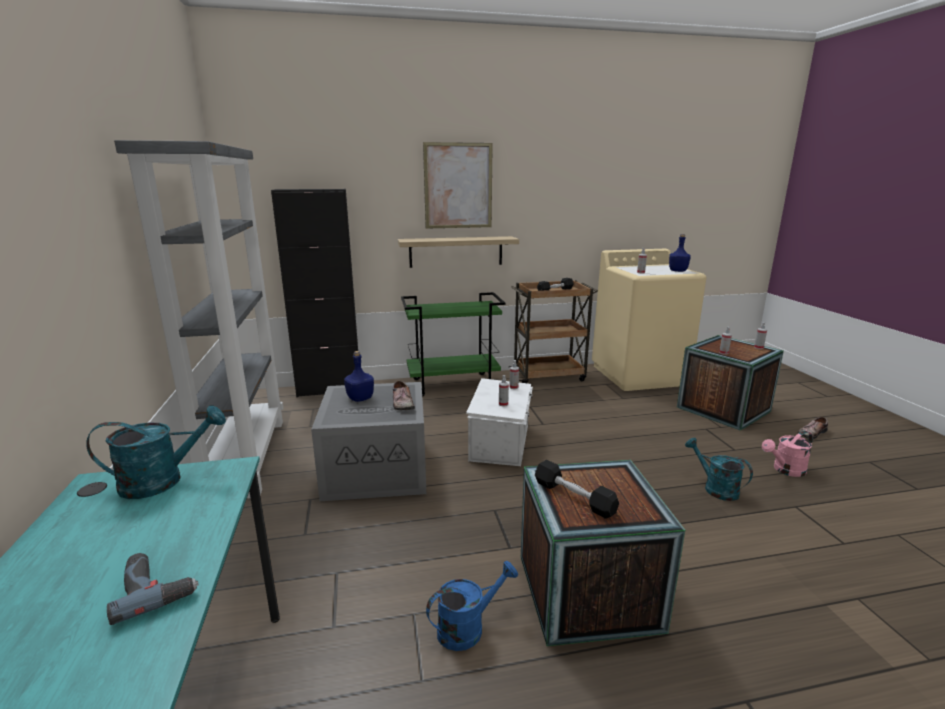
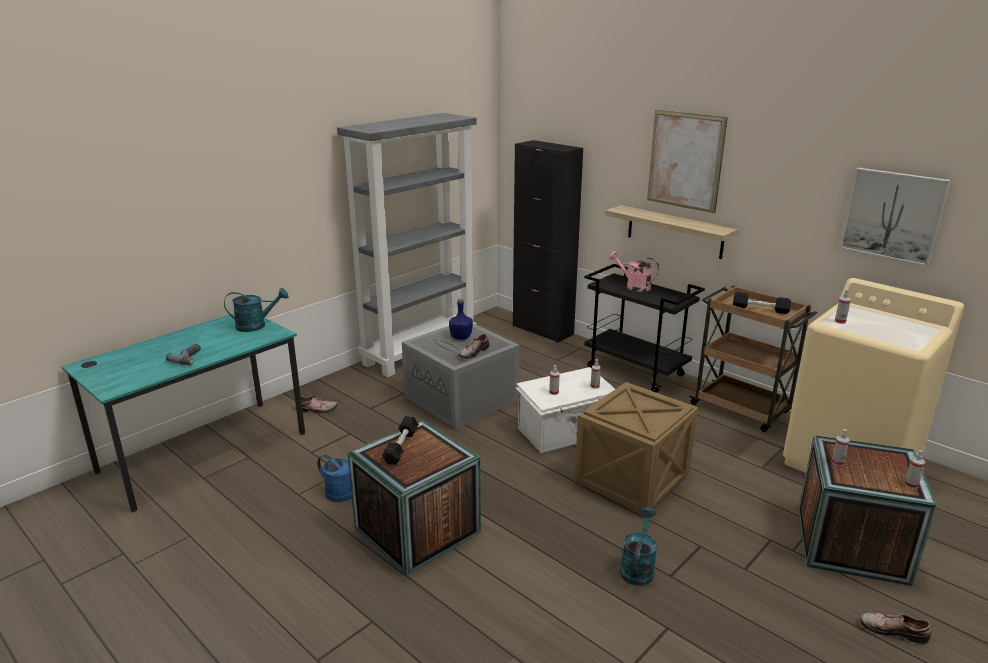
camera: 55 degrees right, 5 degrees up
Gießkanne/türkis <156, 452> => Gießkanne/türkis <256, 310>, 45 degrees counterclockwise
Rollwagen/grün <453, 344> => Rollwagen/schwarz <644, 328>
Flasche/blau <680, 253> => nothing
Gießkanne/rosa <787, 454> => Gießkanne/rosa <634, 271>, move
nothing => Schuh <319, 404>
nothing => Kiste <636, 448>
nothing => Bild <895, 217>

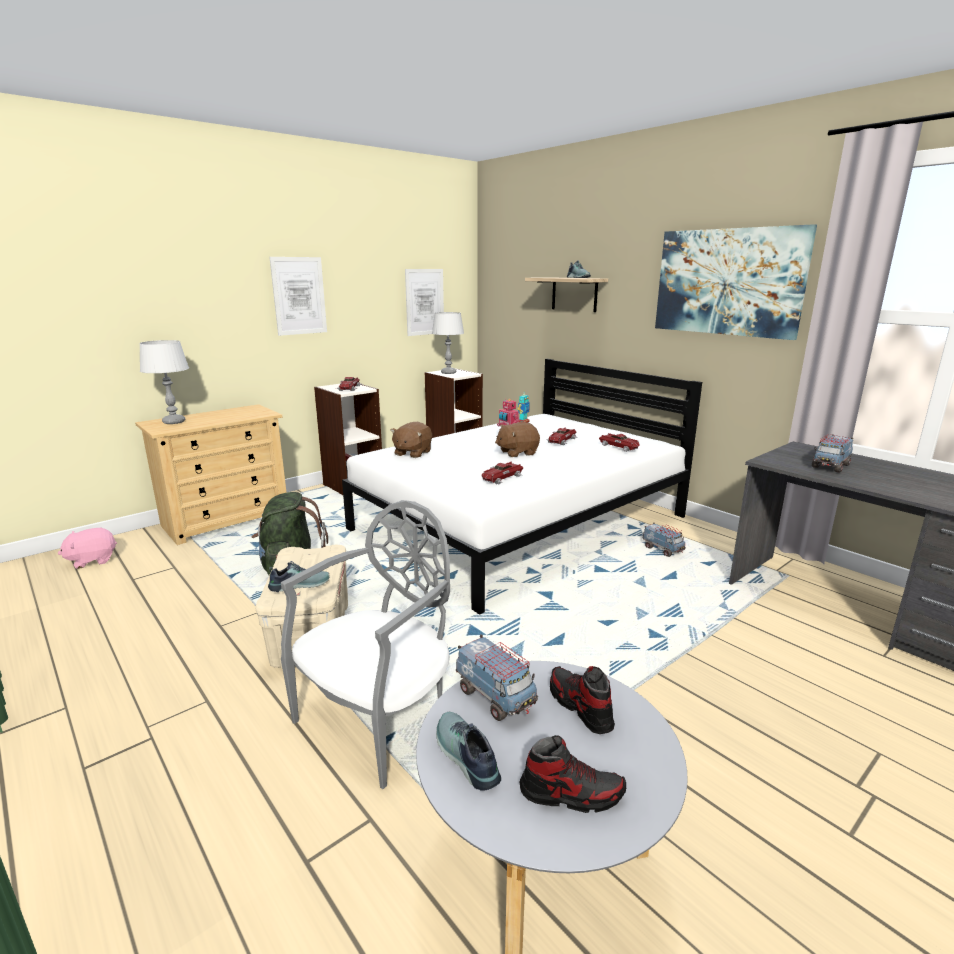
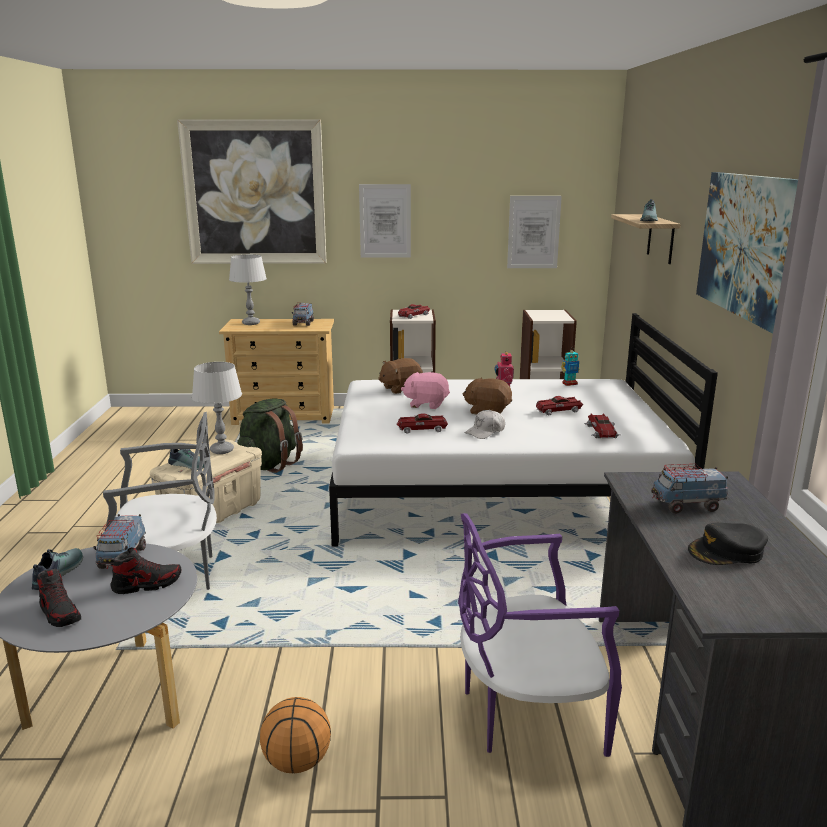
camera: 40 degrees right, 0 degrees up
Plüschtier/rosa <87, 548> => Plüschtier/rosa <425, 390>, move
Tischlampe/grau <448, 343> => Tischlampe/grau <217, 408>, move
Schuh <582, 700> => Schuh <146, 570>, 60 degrees clockwise
Spielzeuglaster <664, 540> => Spielzeuglaster <303, 314>, move
nothing => Bild <252, 191>
nothing => Basketball <295, 735>
nothing => Stuhl/lila <540, 635>
nothing => Kappe/weiß <484, 424>
nothing => Kappe/schwarz <728, 544>

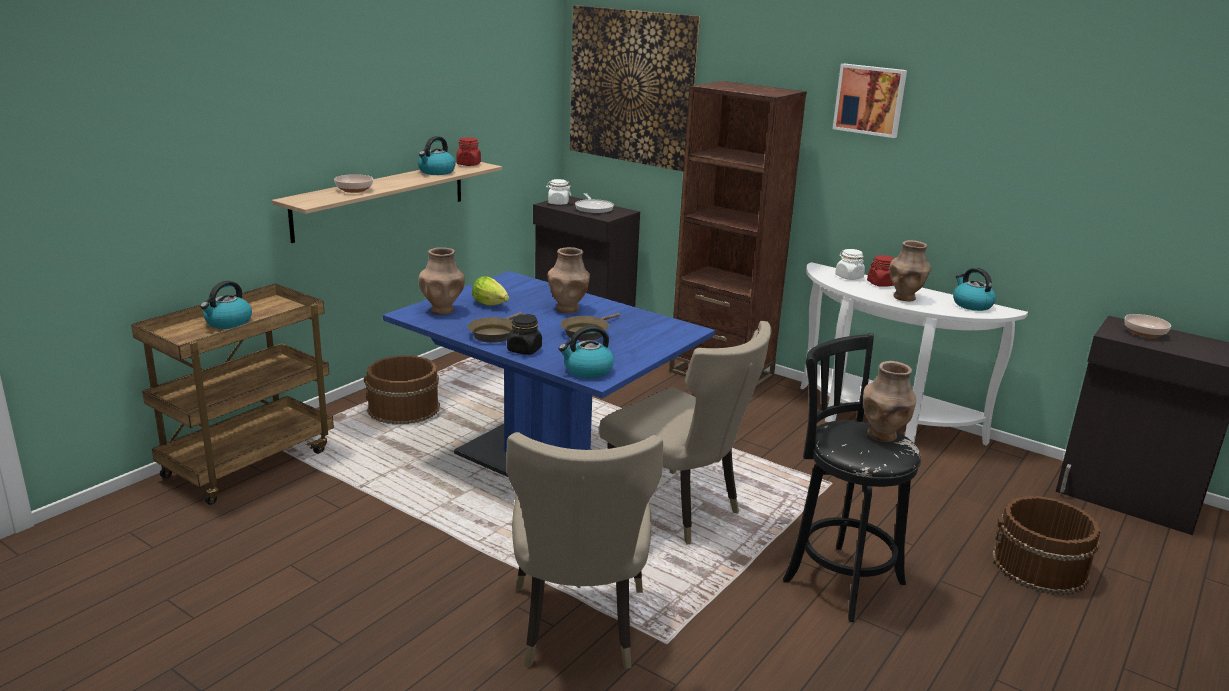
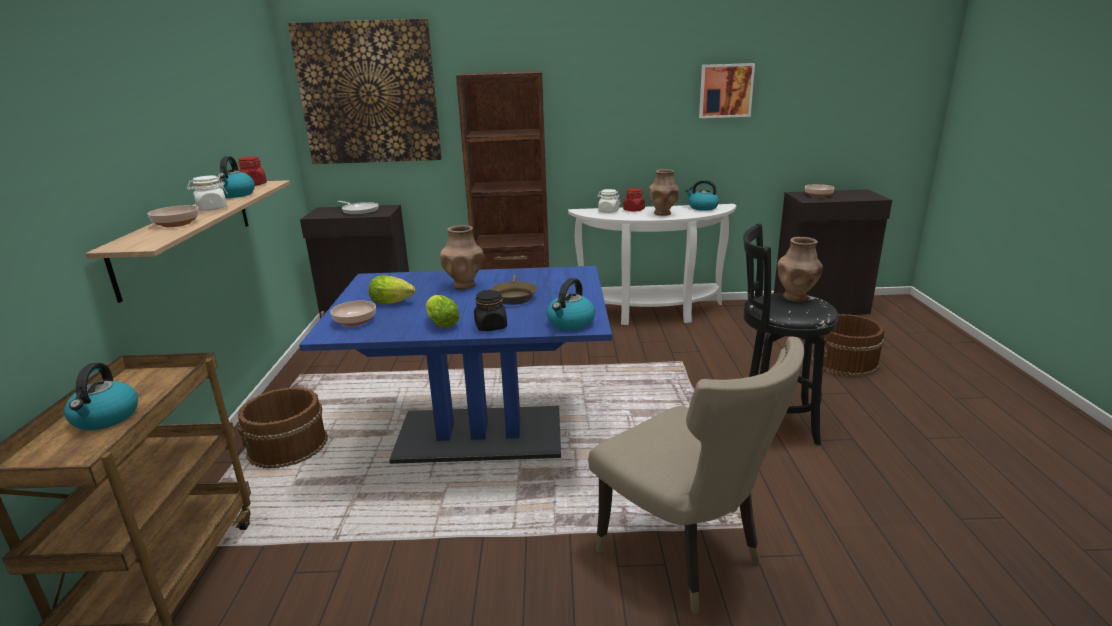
camera: 35 degrees left, 0 degrees up
Vase/braun <442, 281> => Schüssel <353, 313>
Pfanne/braun <495, 327> => Salatkopf <443, 311>
Vorratsglas/weiß <558, 192> => Vorratsglas/weiß <207, 193>, move
Stuhl/beige <685, 433> => nothing
Bild <870, 101> => Bild <727, 90>, move

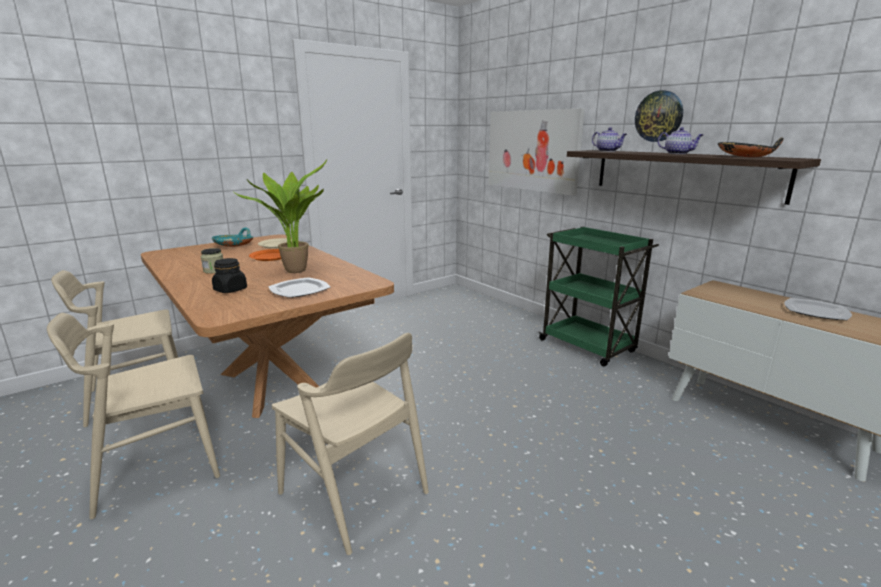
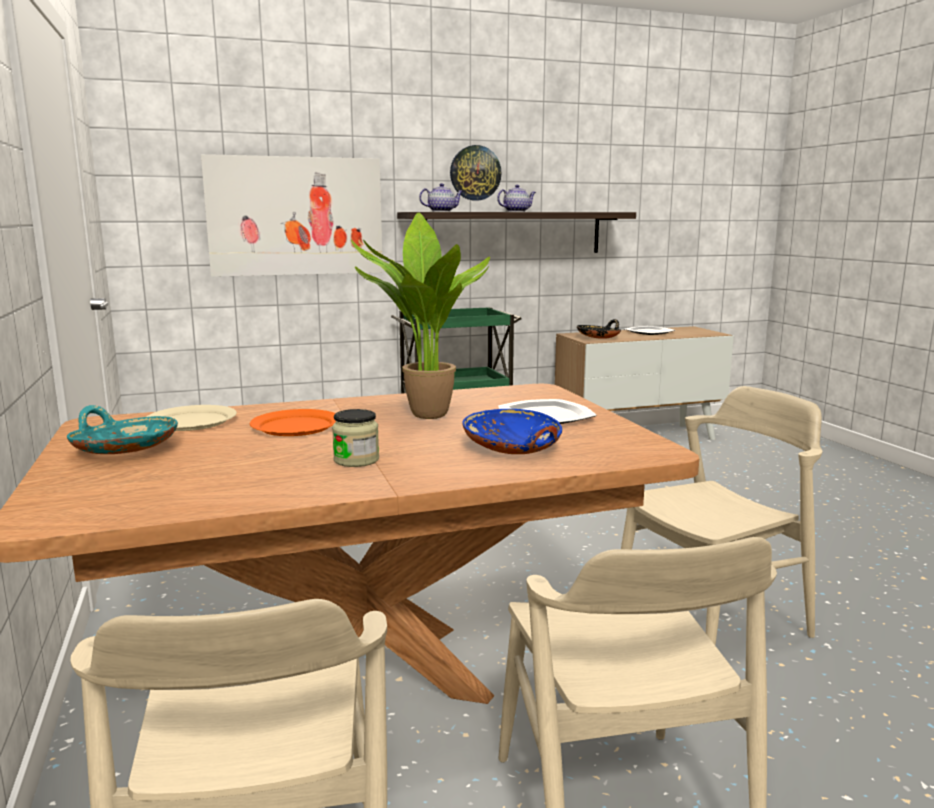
camera: 70 degrees left, 5 degrees down
Vorratsglas/schwarz <229, 275> => Schüssel/blau <512, 431>
Schüssel/schwarz <750, 147> => Schüssel/schwarz <599, 329>, move

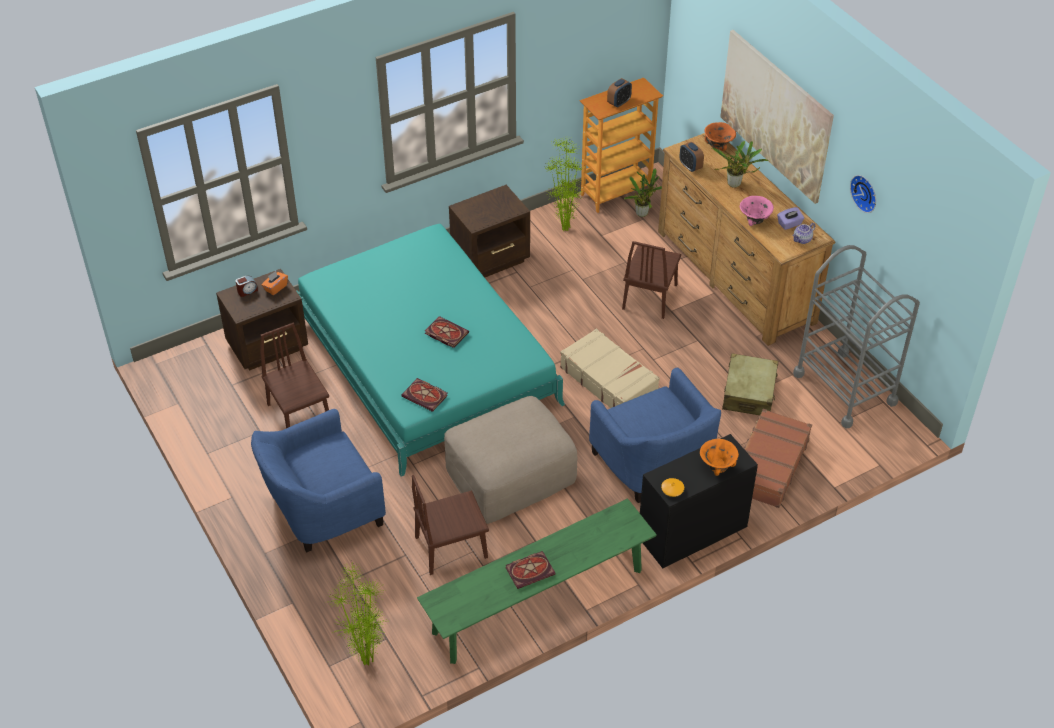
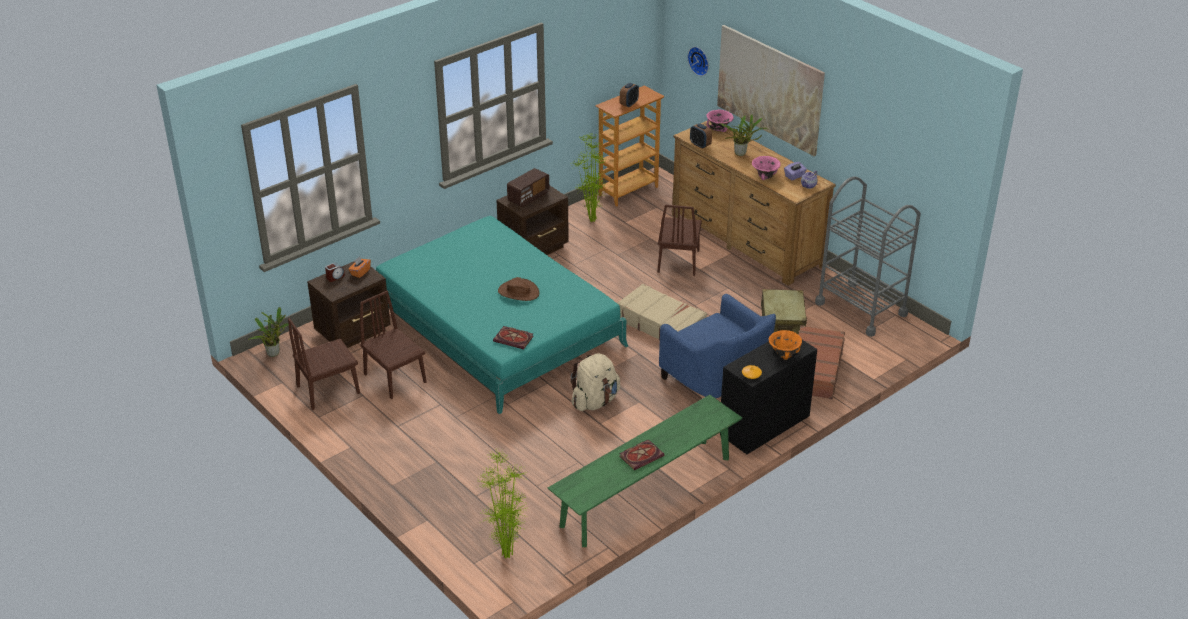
camera: 10 degrees left, 10 degrees down
Sessel/blau <318, 480> => nothing
Stuhl/braun <450, 525> => Stuhl/braun <324, 364>, move
Buch <447, 332> => Hut/braun <518, 289>
Polsterhocker/beige <510, 460> => Rucksack/beige <595, 382>
Topfpflanze <643, 192> => Topfpflanze <268, 332>, move
Schüssel/orange <720, 136> => Schüssel/rosa <720, 121>
Wanduhr <863, 194> => Wanduhr <698, 61>, move
nothing => Radio <528, 187>

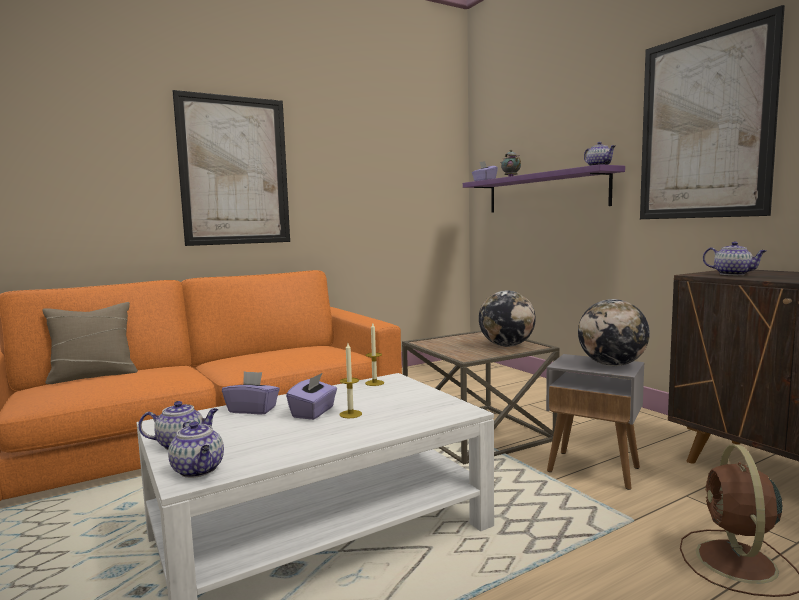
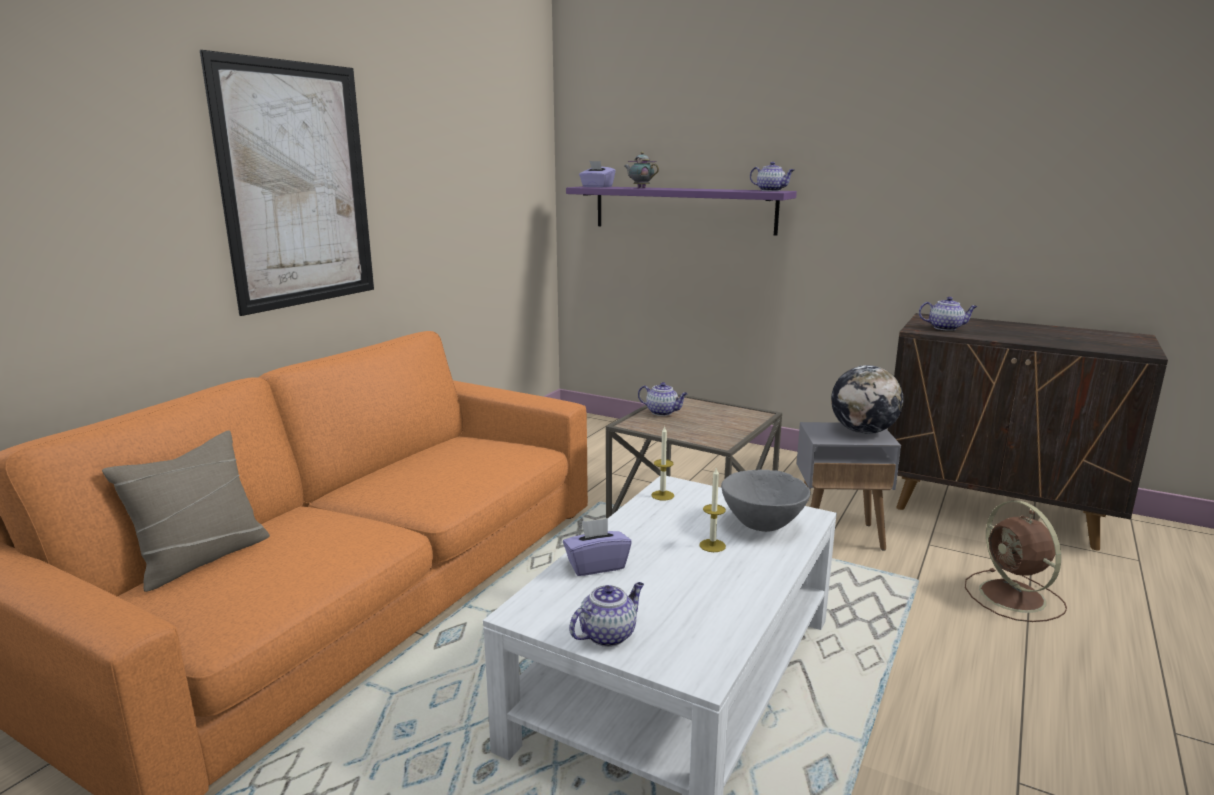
camera: 30 degrees left, 10 degrees up
Teekanne <196, 449> => Teekanne <663, 399>, move
Taschentuchbox/lila <311, 396> => nothing
Globus <507, 318> => nothing
Bild <712, 112> => nothing
nothing => Schüssel/grau <766, 501>

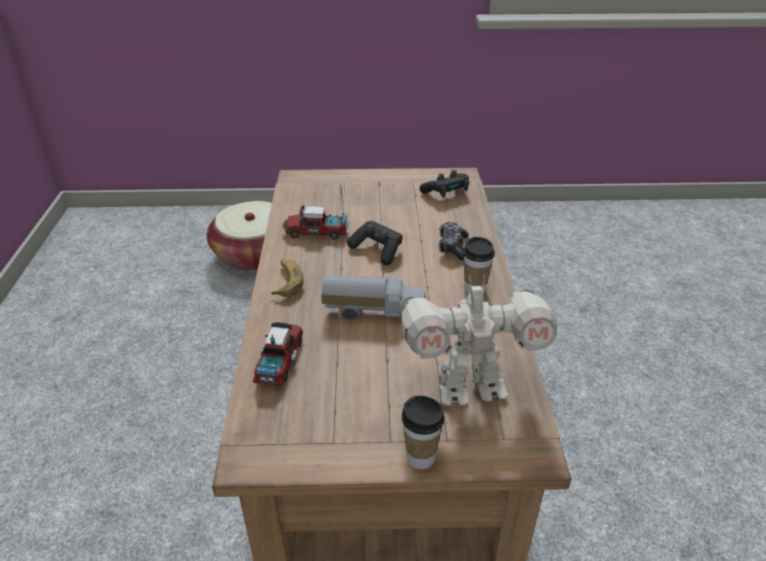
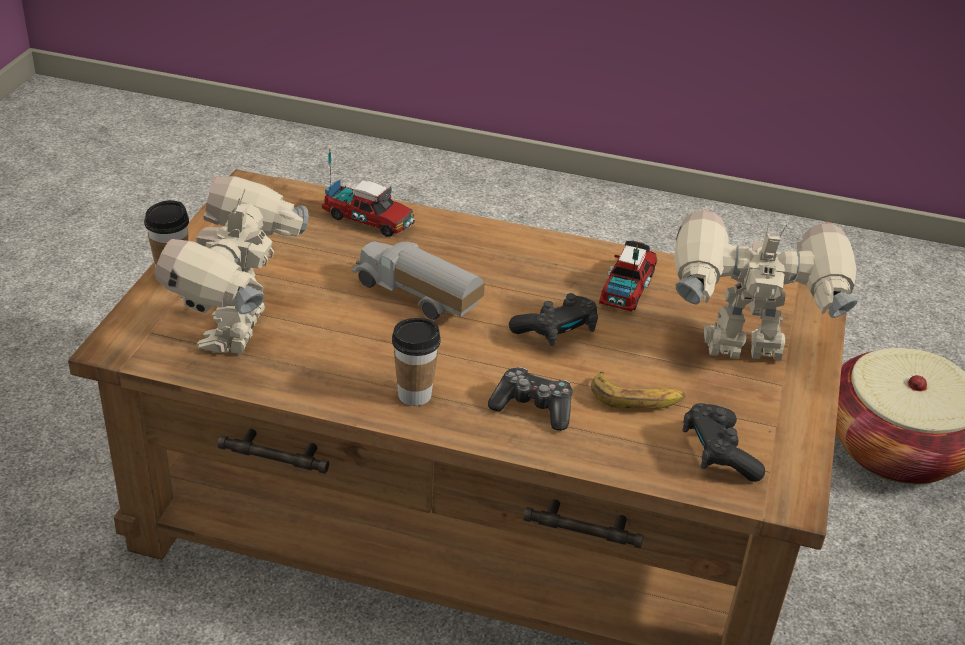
camera: 105 degrees right, 0 degrees up
Banane <287, 278> => Banane <638, 390>, move
Spielzeuglaster <373, 297> => Spielzeuglaster <418, 280>, 105 degrees clockwise
nothing => Spielzeugroboter <765, 285>

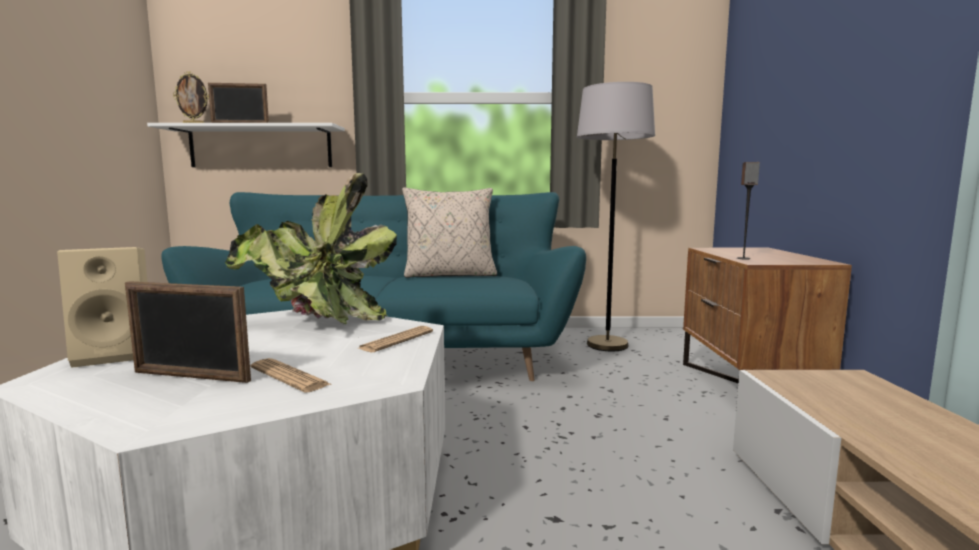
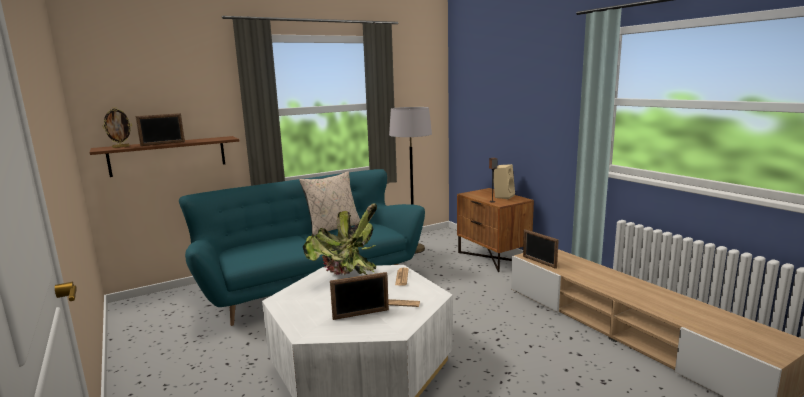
camera: 30 degrees left, 5 degrees up
Lautsprecher/beige <102, 307> => Lautsprecher/beige <504, 181>, move
Wandregal/weiß <246, 145> => Wandregal/braun <164, 156>
nothing => Bilderrahmen <541, 249>

